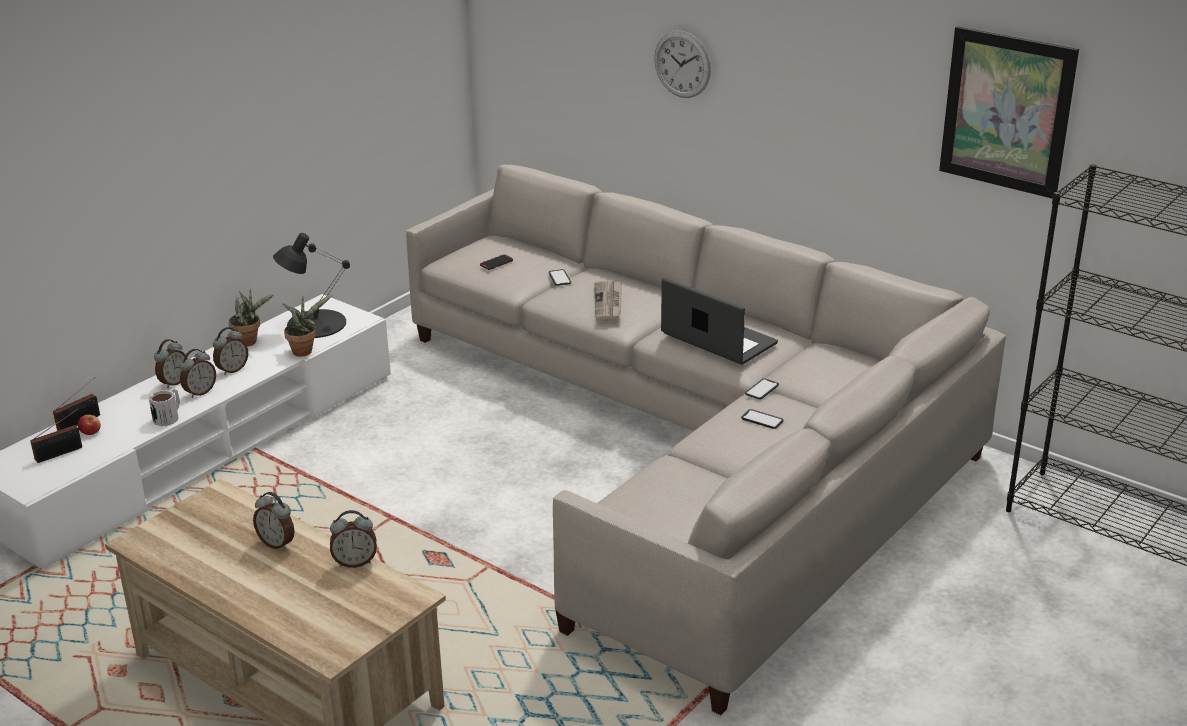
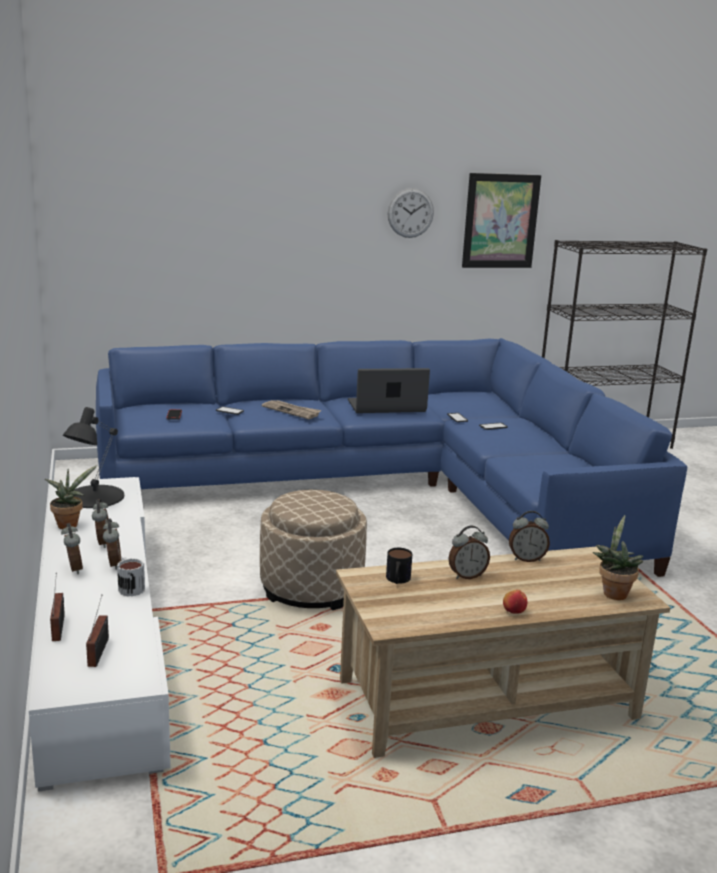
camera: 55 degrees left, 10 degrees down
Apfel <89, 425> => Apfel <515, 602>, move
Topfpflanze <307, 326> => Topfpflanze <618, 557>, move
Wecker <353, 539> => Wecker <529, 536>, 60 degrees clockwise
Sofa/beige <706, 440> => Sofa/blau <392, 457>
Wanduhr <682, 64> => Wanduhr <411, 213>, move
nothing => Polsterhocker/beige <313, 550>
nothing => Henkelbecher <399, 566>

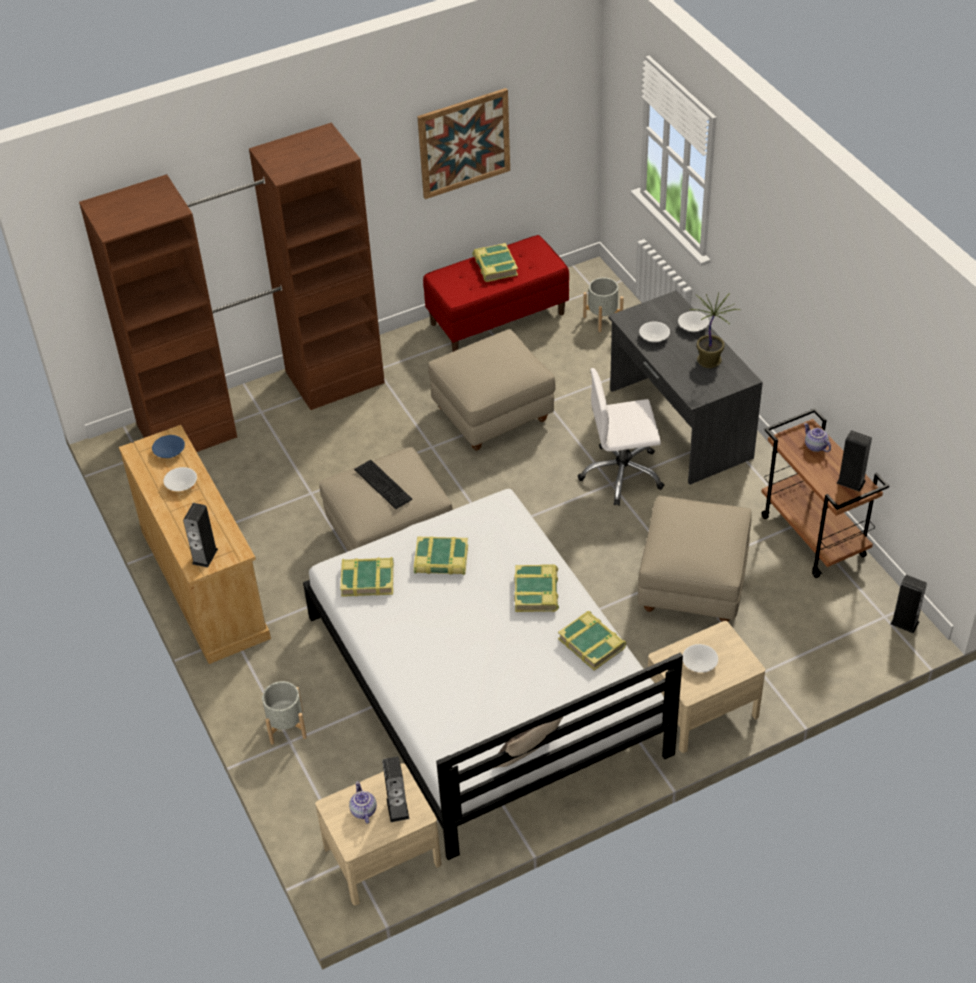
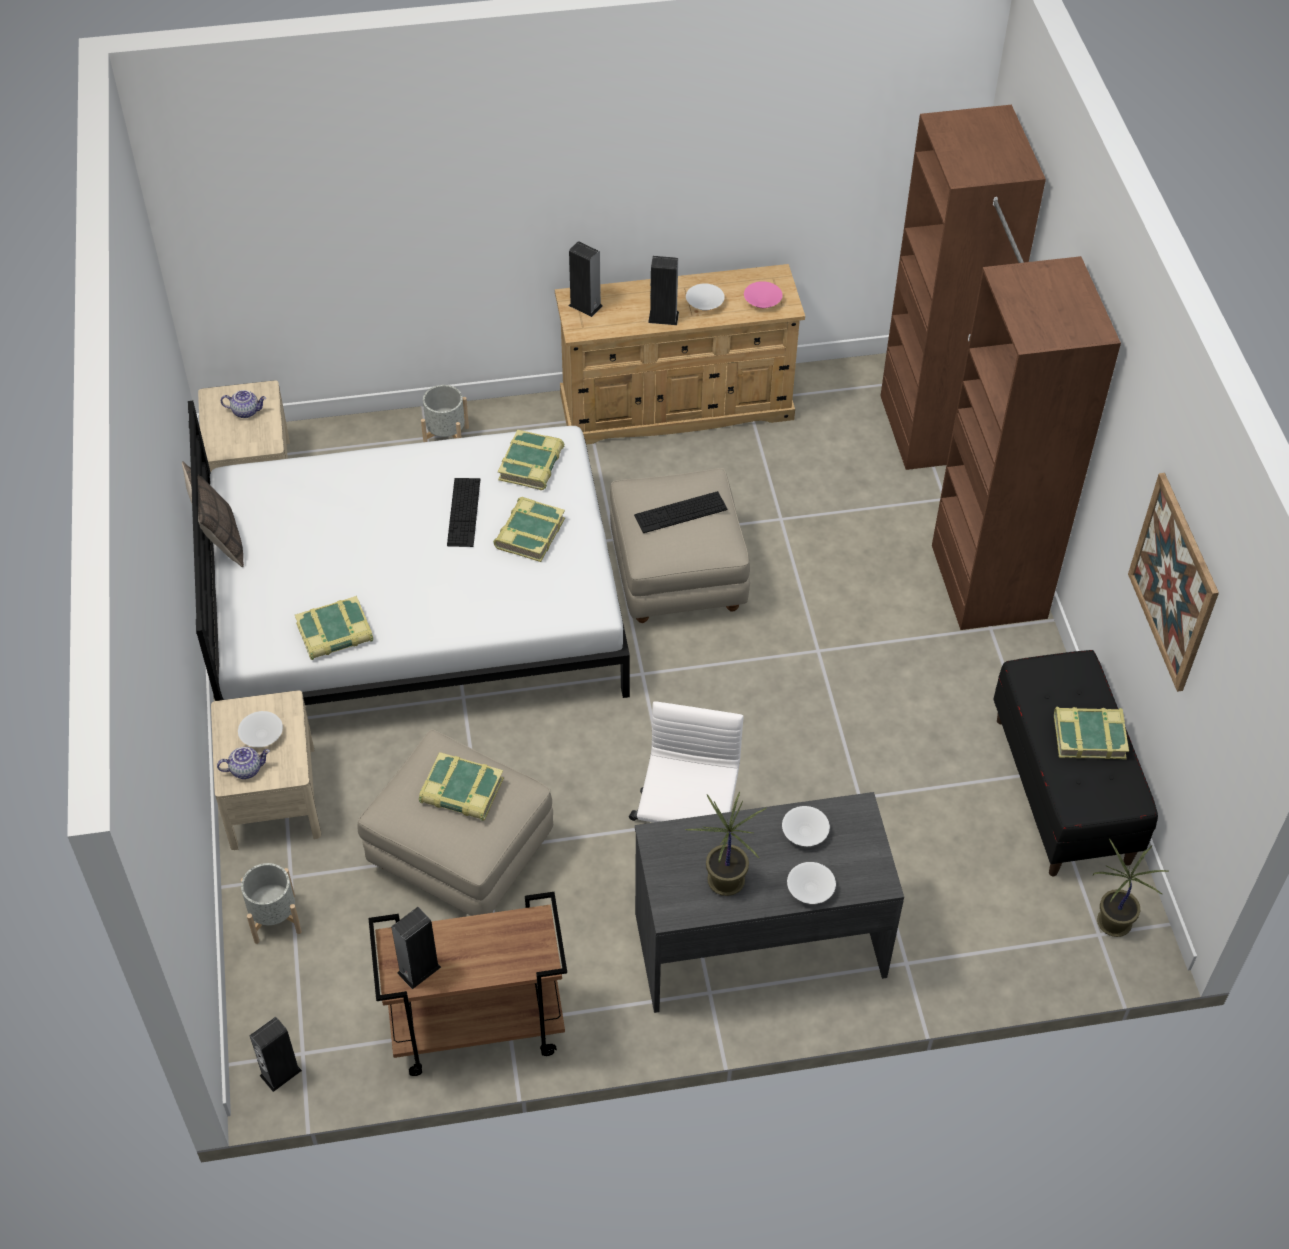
camera: 105 degrees right, 5 degrees up
Schüssel/blau <168, 446> => Schüssel/rosa <763, 294>
Lautsprecher <395, 789> => Lautsprecher <663, 290>, move
Bank/rot <496, 293> => Bank/schwarz <1075, 763>
Polsterhocker/beige <491, 389> => nothing
Buch <536, 588> => Buch <461, 786>, move
Pflanzkübel/grau <603, 304> => Pflanzkübel/grau <271, 903>, move
Teekanne <817, 437> => Teekanne <243, 763>, move
nothing => Tastatur <463, 512>
nothing => Topfpflanze <1131, 887>

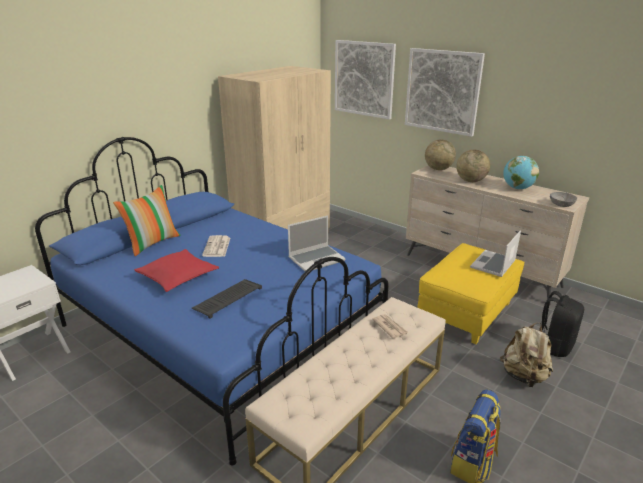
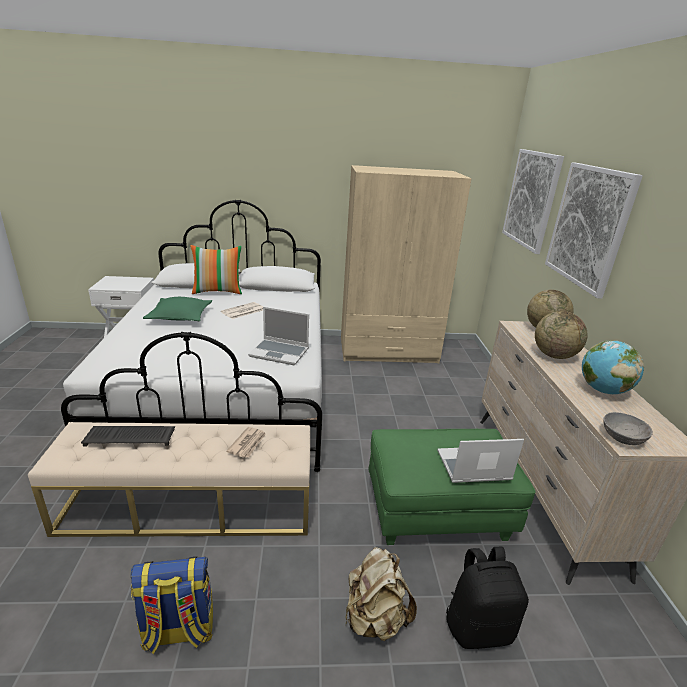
camera: 45 degrees right, 0 degrees up
Bett/blau <212, 301> => Bett/weiß <191, 336>
Kissen/rot <176, 270> => Kissen/grün <177, 309>
Tastatur <227, 299> => Tastatur <128, 436>, move
Polsterhocker/gelb <471, 293> => Polsterhocker/grün <452, 487>

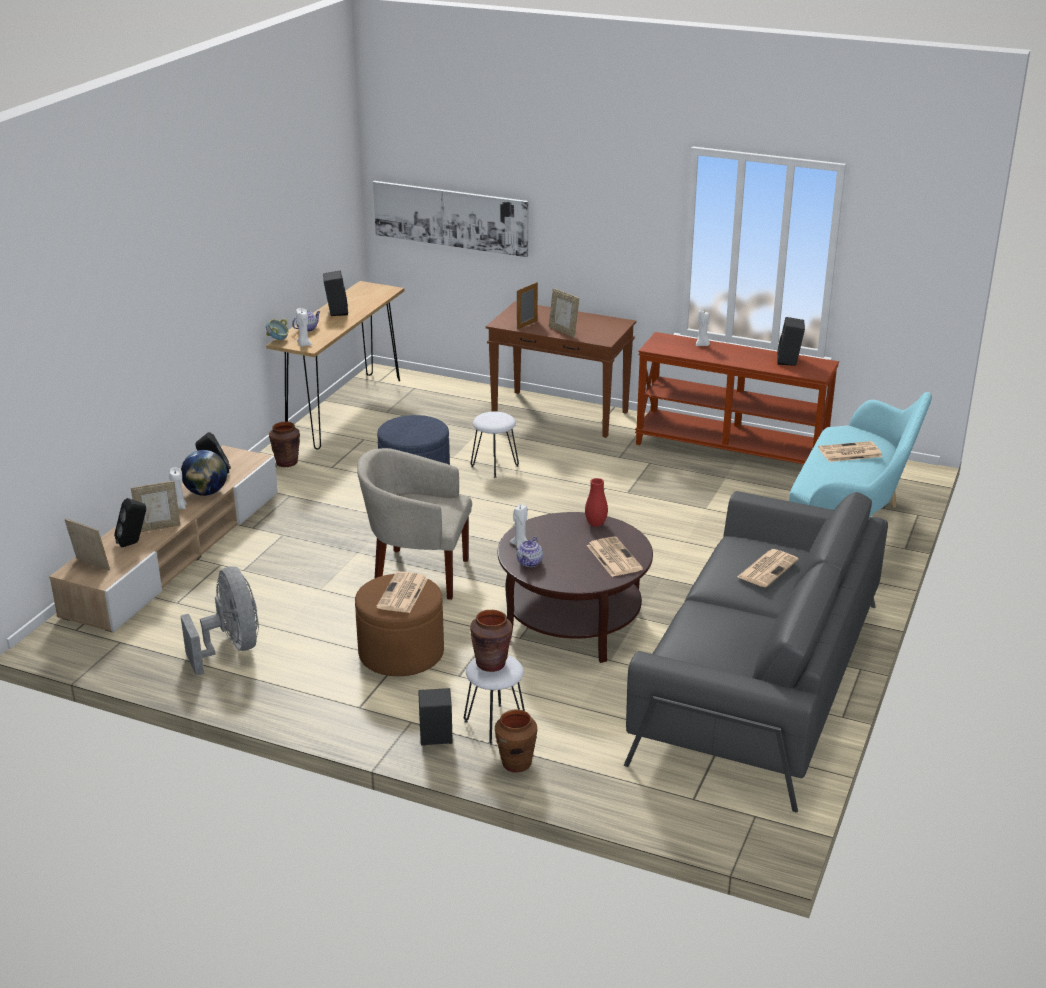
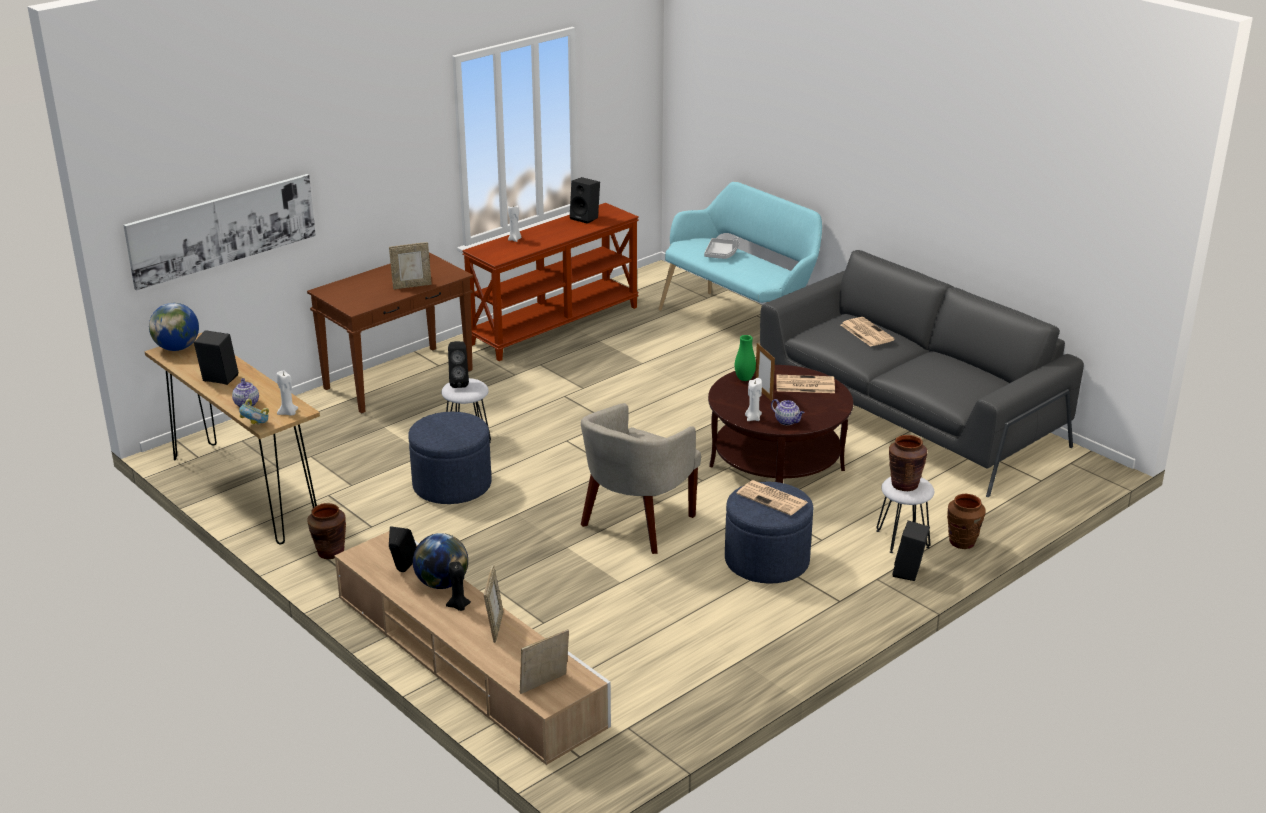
camera: 65 degrees left, 0 degrees up
Lautsprecher/schwarz <130, 523> => Lautsprecher/schwarz <458, 364>, move
Kerze/weiß <178, 488> => Kerze/schwarz <458, 586>
Ventilator/grau <219, 621> => nothing
Polsterhocker/braun <399, 625> => Polsterhocker/blau <769, 533>
Bilderrahmen <527, 306> => Bilderrahmen <765, 372>, move
Vase/rot <596, 502> => Vase/grün <745, 358>
Zeitung <850, 451> => Tablett/grau <721, 248>
nothing => Globus <174, 327>

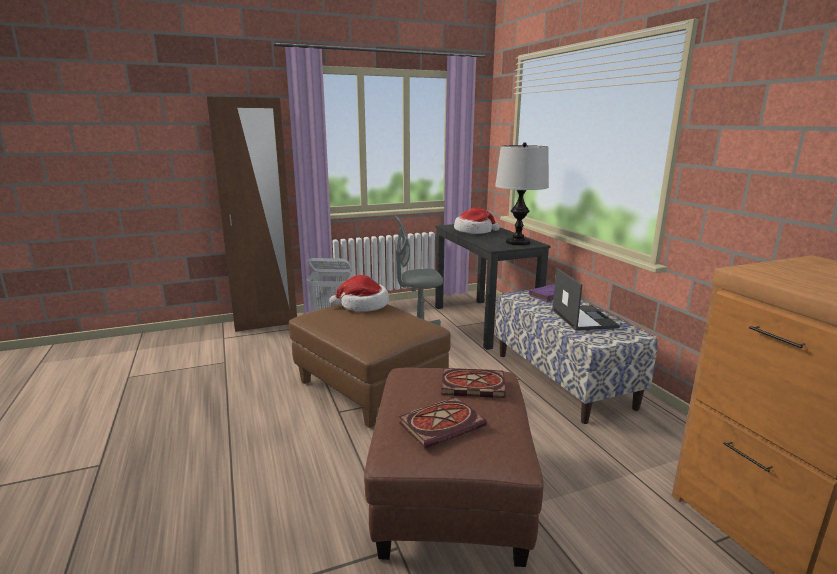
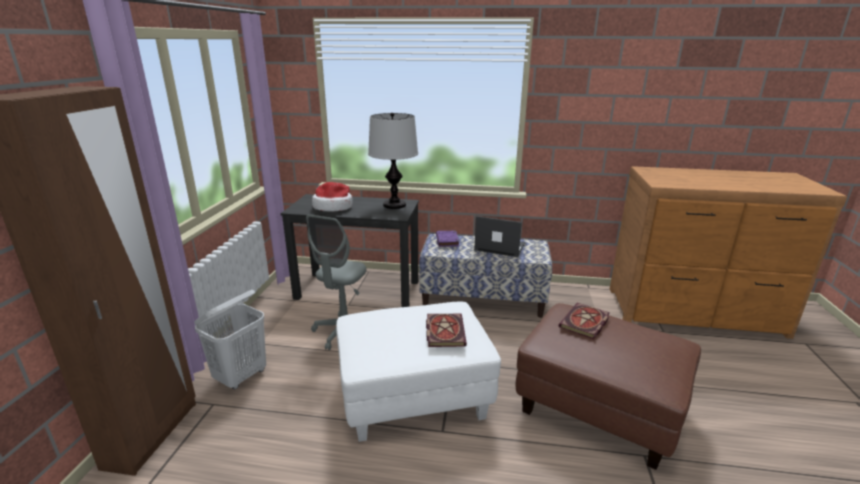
camera: 60 degrees left, 5 degrees up
Polsterhocker/braun <370, 365> => Polsterhocker/weiß <418, 372>
Hut <359, 293> => nothing
Buch <443, 423> => Buch <446, 330>, move

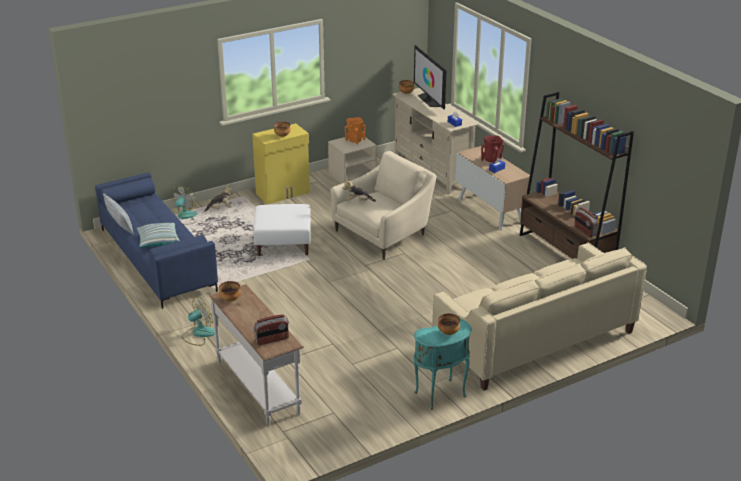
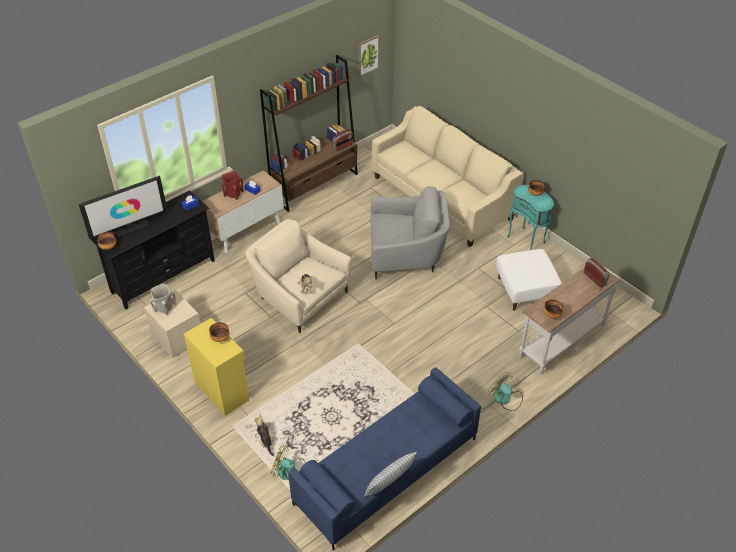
camera: 100 degrees left, 15 degrees up
Kissen <158, 235> => nothing
Polsterhocker/weiß <282, 230> => Polsterhocker/weiß <529, 280>, move
Vase/orange <355, 130> => Vase/beige <162, 299>
Fernsehschrank/beige <435, 141> => Fernsehschrank/schwarz <153, 249>
nothing => Bild <369, 56>
nothing => Sessel/grau <410, 232>

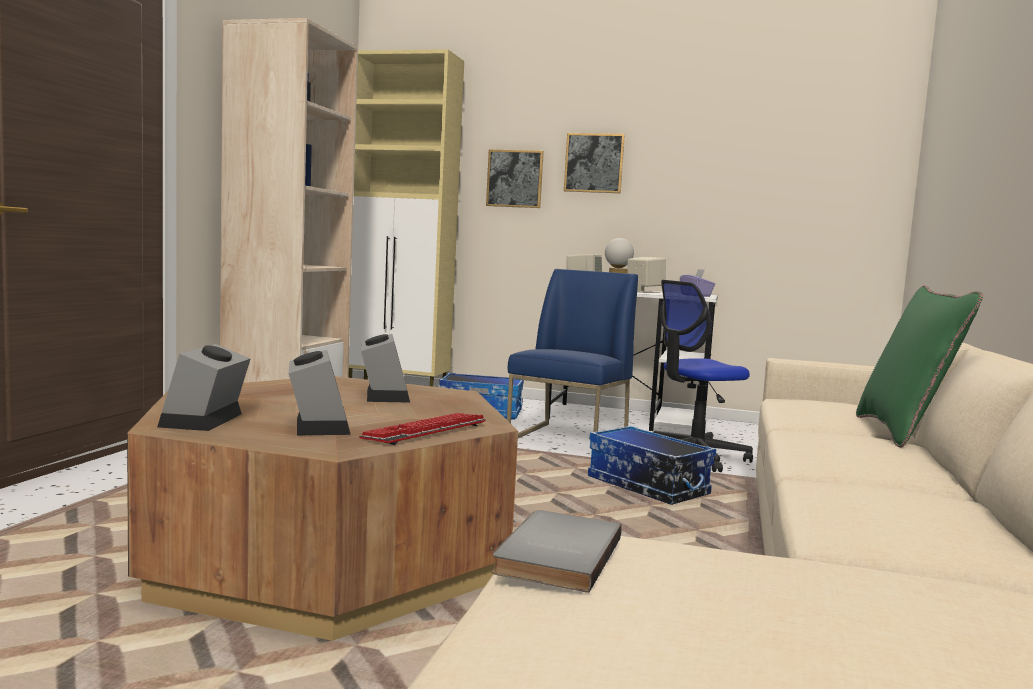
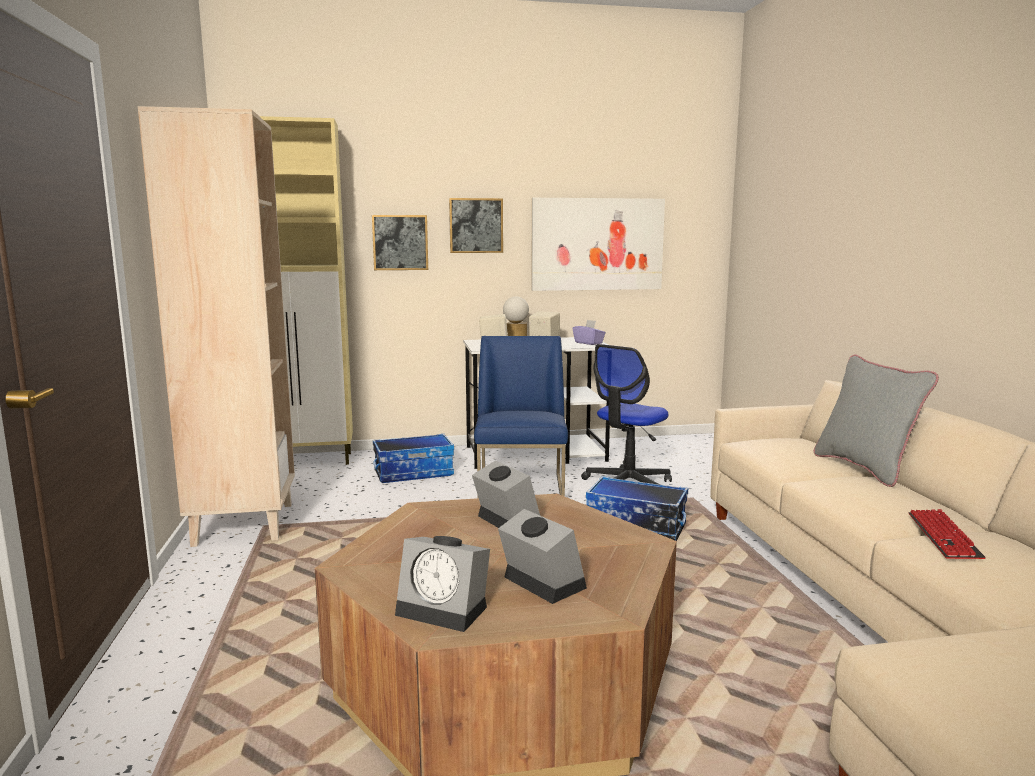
camera: 25 degrees left, 5 degrees up
Wecker <204, 387> => Wecker <442, 584>, 45 degrees counterclockwise
Tastatur <422, 429> => Tastatur <947, 534>, move
Buch/grau <556, 551> => nothing
Kissen/grün <919, 366> => Kissen/grau <876, 420>
nothing => Bild <598, 244>

